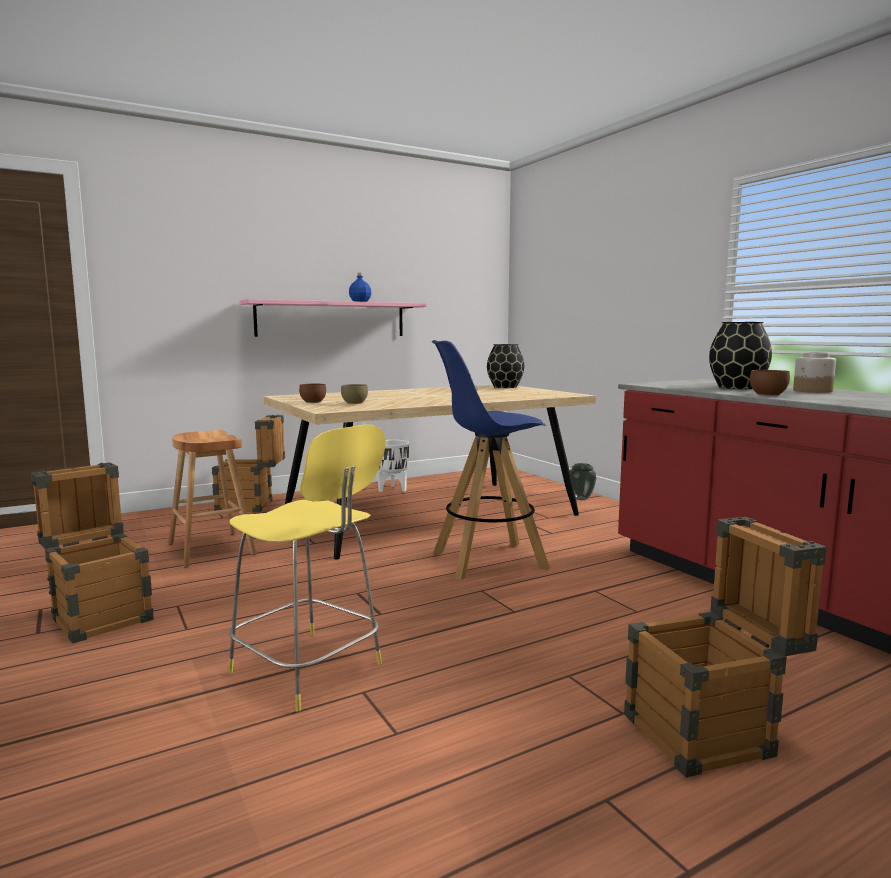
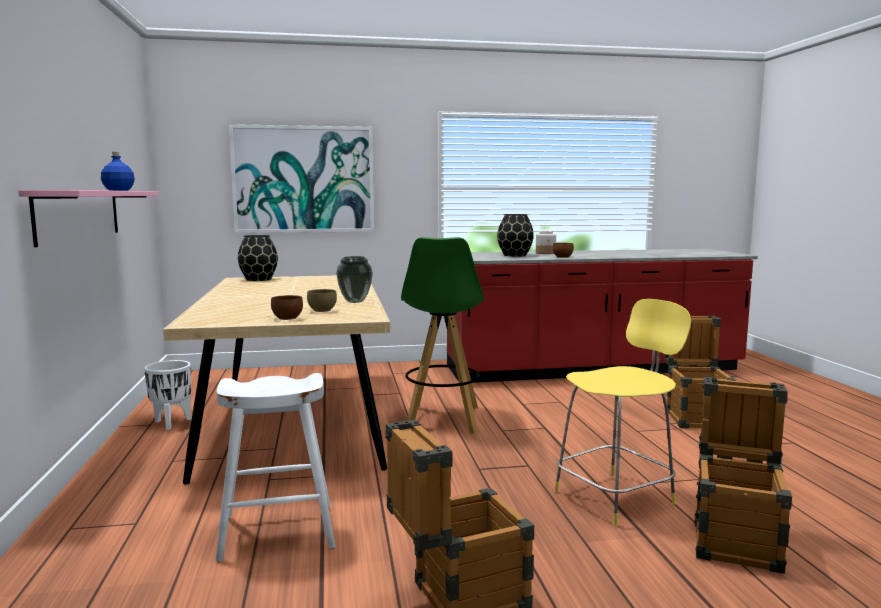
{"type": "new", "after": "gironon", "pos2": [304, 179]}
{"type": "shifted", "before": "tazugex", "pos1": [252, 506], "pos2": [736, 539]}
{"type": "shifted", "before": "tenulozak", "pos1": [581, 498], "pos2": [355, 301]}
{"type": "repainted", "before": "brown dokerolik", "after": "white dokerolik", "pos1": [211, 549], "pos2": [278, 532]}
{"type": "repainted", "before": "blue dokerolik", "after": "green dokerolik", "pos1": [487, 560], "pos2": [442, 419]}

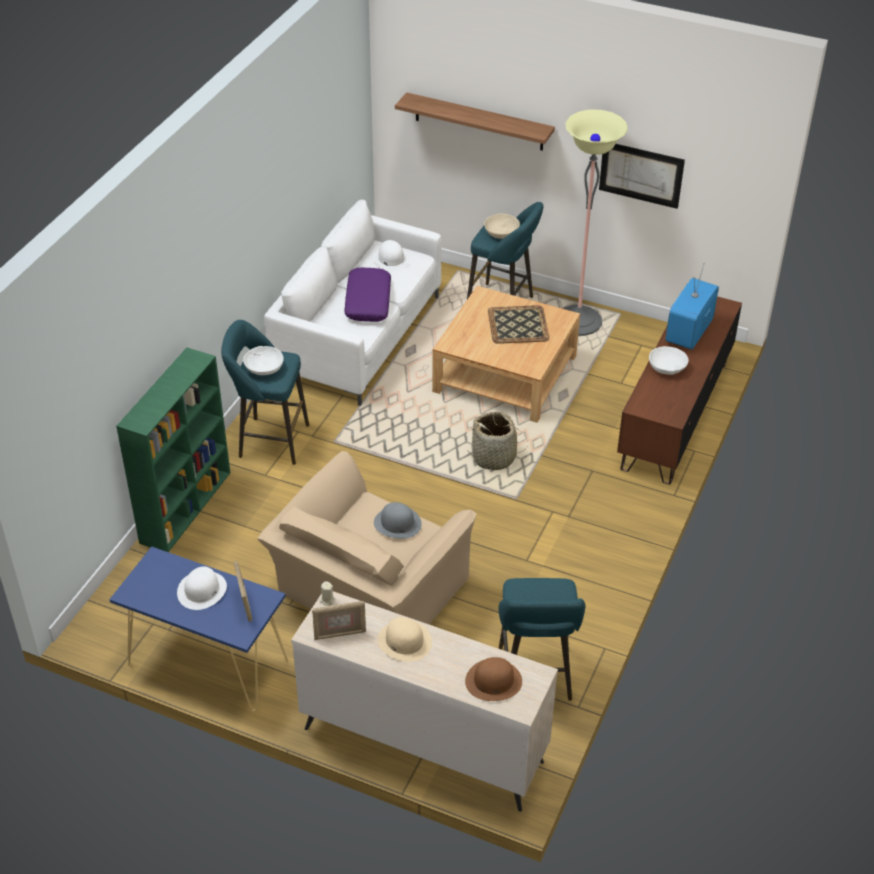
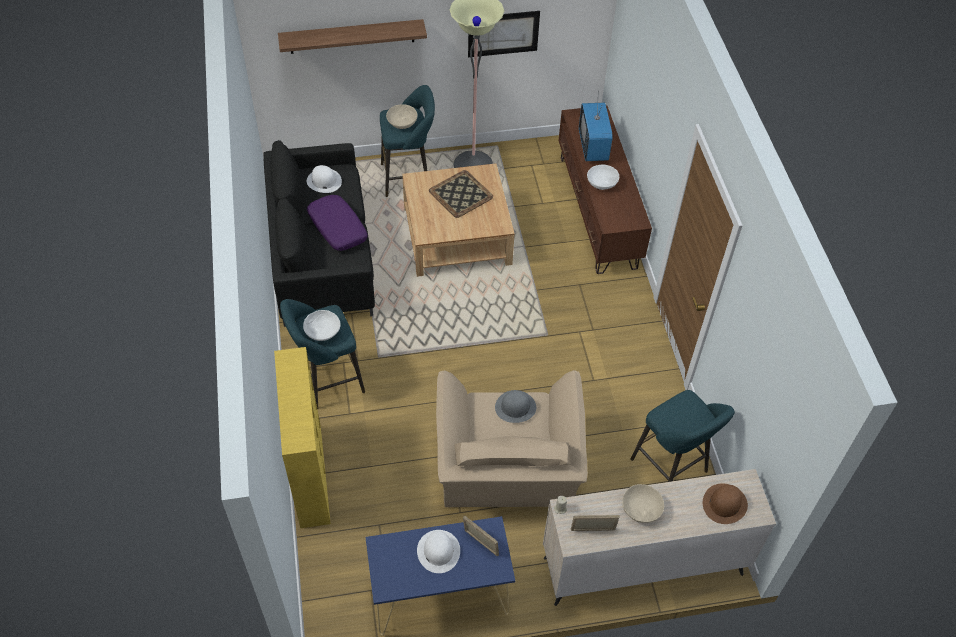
{"type": "gone", "before": "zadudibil", "pos1": [494, 457]}
{"type": "swapped", "before": "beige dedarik", "after": "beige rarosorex", "pos1": [405, 641], "pos2": [641, 509]}
{"type": "repainted", "before": "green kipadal", "after": "yellow kipadal", "pos1": [186, 506], "pos2": [310, 474]}
{"type": "repainted", "before": "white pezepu", "after": "black pezepu", "pos1": [358, 338], "pos2": [322, 257]}
{"type": "rotated", "before": "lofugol", "pos1": [339, 634], "pos2": [593, 531], "turn": -135}

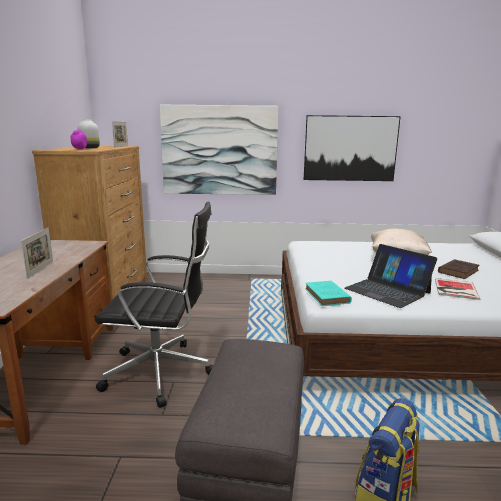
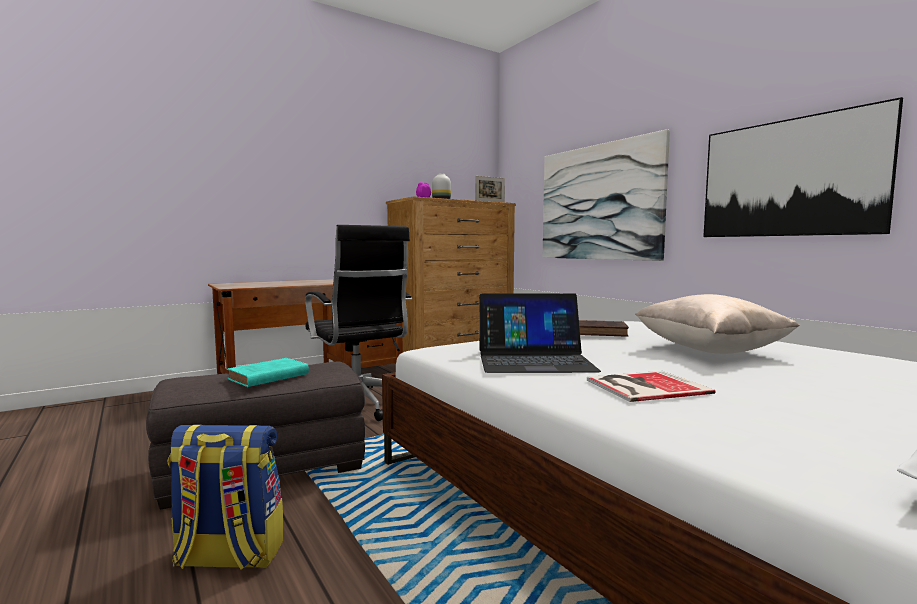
{"type": "gone", "before": "lofugol", "pos1": [40, 269]}
{"type": "shifted", "before": "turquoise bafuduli", "pos1": [327, 296], "pos2": [266, 377]}
{"type": "shifted", "before": "brown bafuduli", "pos1": [458, 271], "pos2": [599, 332]}
{"type": "rotated", "before": "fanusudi", "pos1": [387, 290], "pos2": [534, 360], "turn": -105}

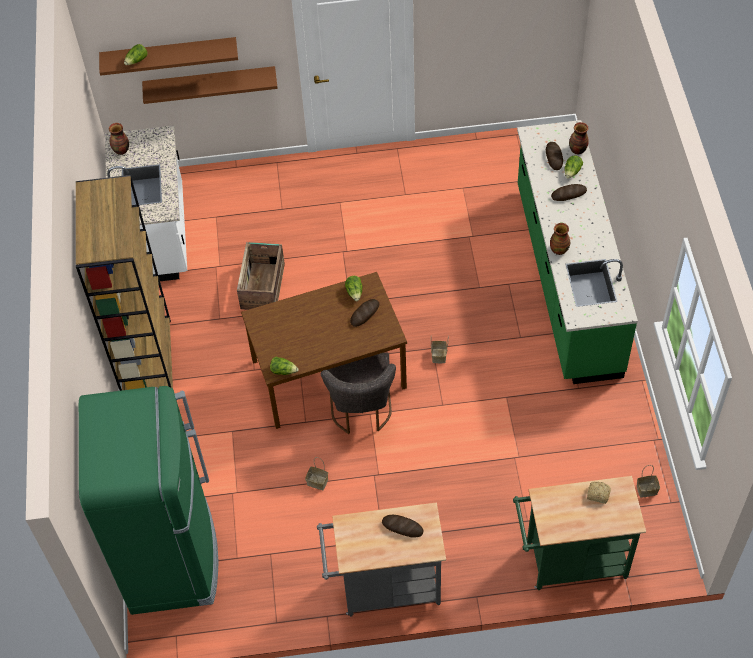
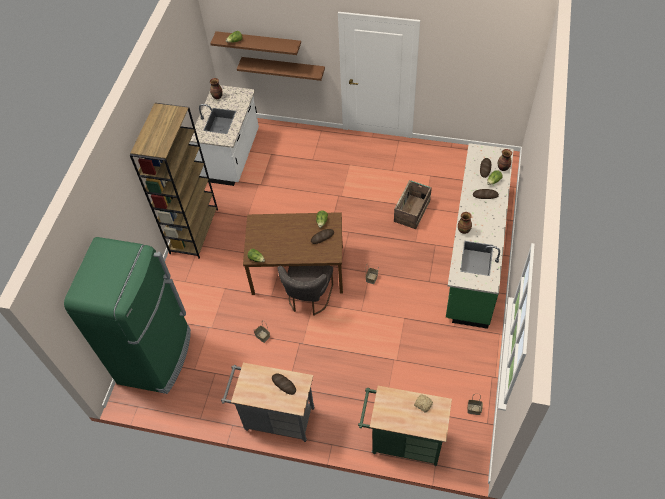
{"type": "shifted", "before": "tazugex", "pos1": [263, 285], "pos2": [412, 210]}

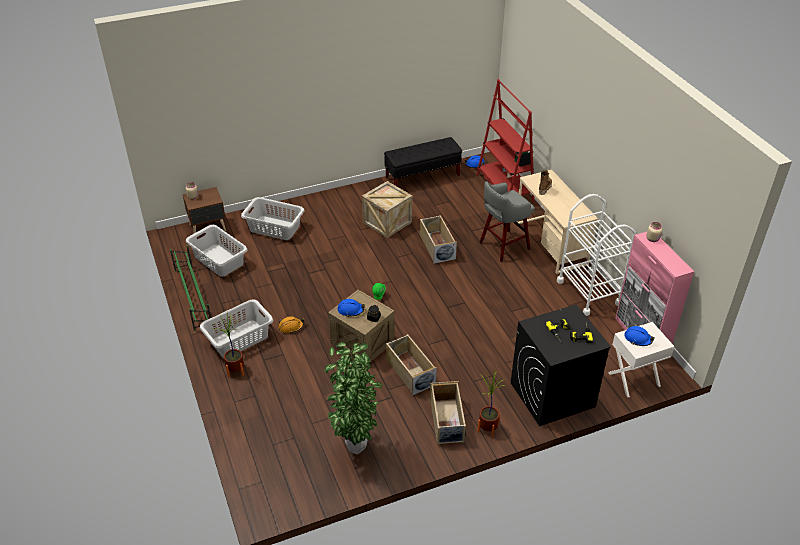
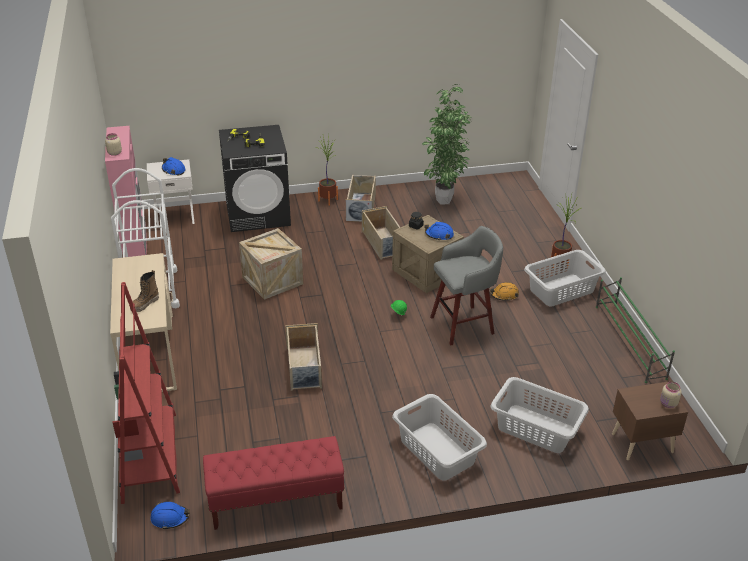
{"type": "shifted", "before": "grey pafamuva", "pos1": [219, 260], "pos2": [437, 452]}
{"type": "shifted", "before": "tazugex", "pos1": [387, 222], "pos2": [272, 280]}
{"type": "shifted", "before": "grey dokerolik", "pos1": [503, 246], "pos2": [464, 325]}
{"type": "repainted", "before": "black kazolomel", "after": "red kazolomel", "pos1": [422, 177], "pos2": [276, 501]}

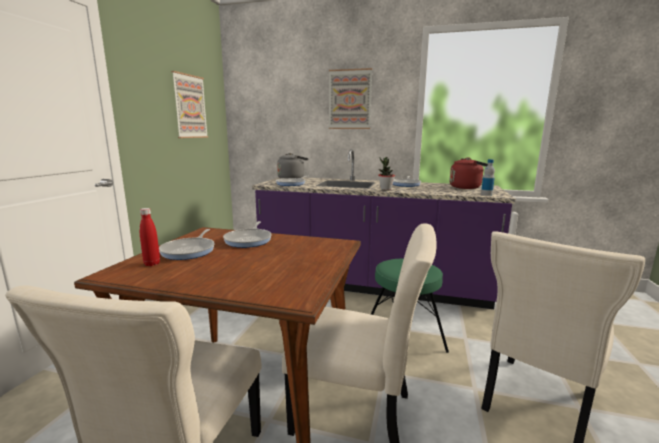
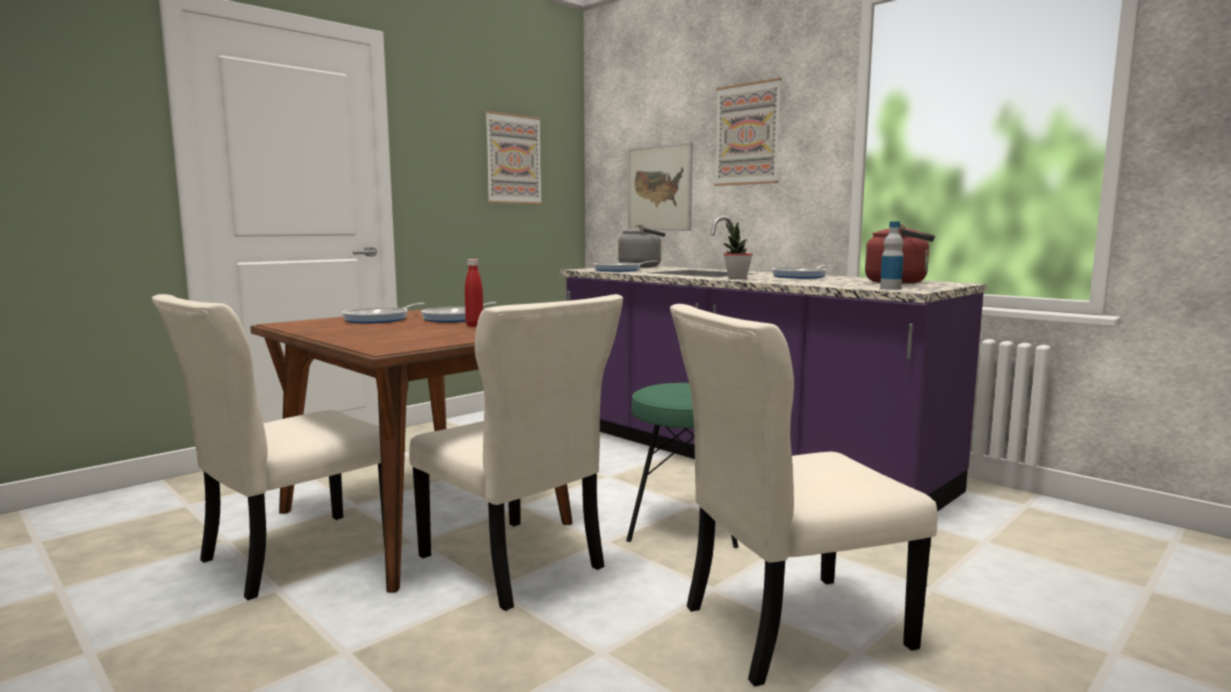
{"type": "new", "after": "gironon", "pos2": [659, 188]}
{"type": "shifted", "before": "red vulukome", "pos1": [152, 264], "pos2": [474, 326]}

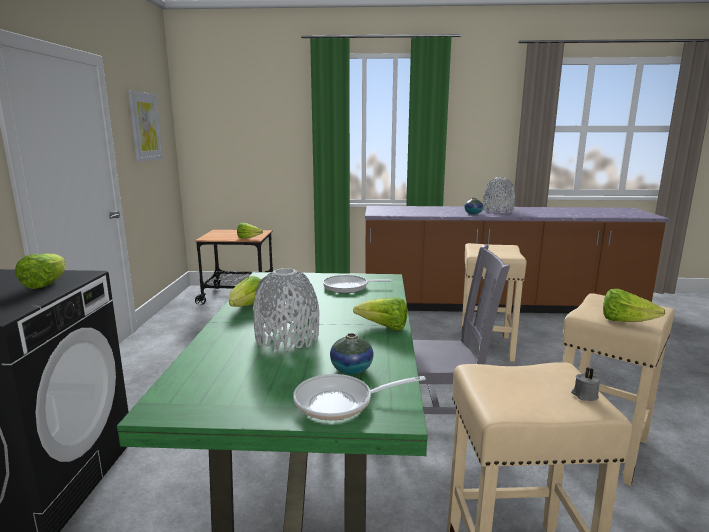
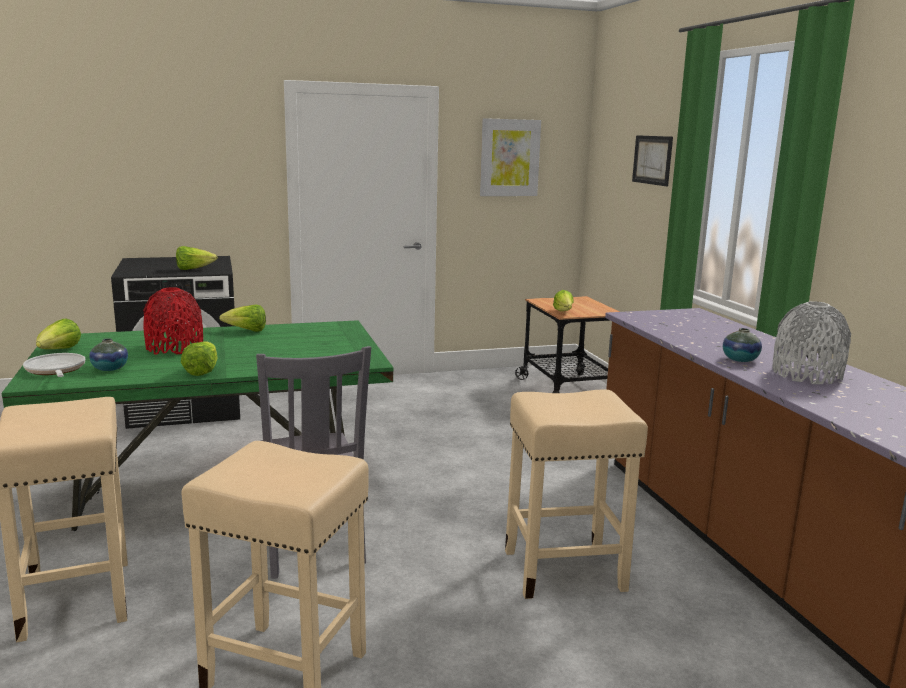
{"type": "gone", "before": "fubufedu", "pos1": [348, 287]}
{"type": "gone", "before": "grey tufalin", "pos1": [584, 395]}
{"type": "new", "after": "gironon", "pos2": [652, 160]}
{"type": "shifted", "before": "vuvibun", "pos1": [625, 321], "pos2": [59, 351]}
{"type": "repainted", "before": "grey tenulozak", "after": "red tenulozak", "pos1": [287, 338], "pos2": [175, 348]}

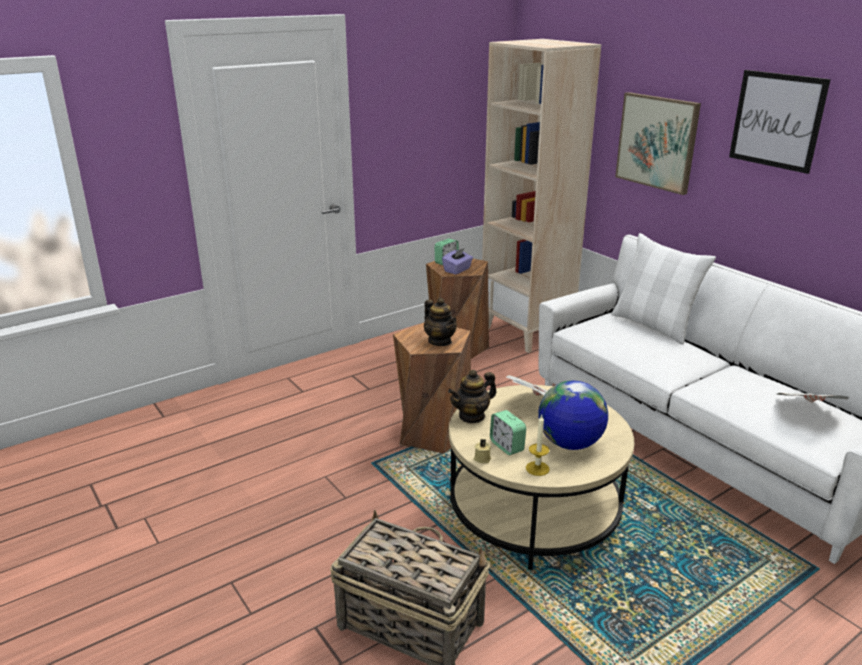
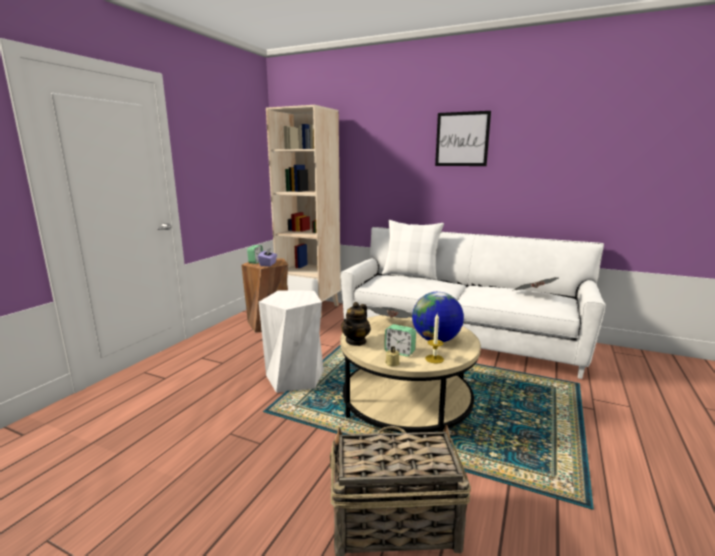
{"type": "gone", "before": "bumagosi", "pos1": [440, 341]}
{"type": "gone", "before": "gironon", "pos1": [657, 142]}
{"type": "repainted", "before": "brown dokerolik", "after": "white dokerolik", "pos1": [432, 433], "pos2": [295, 378]}

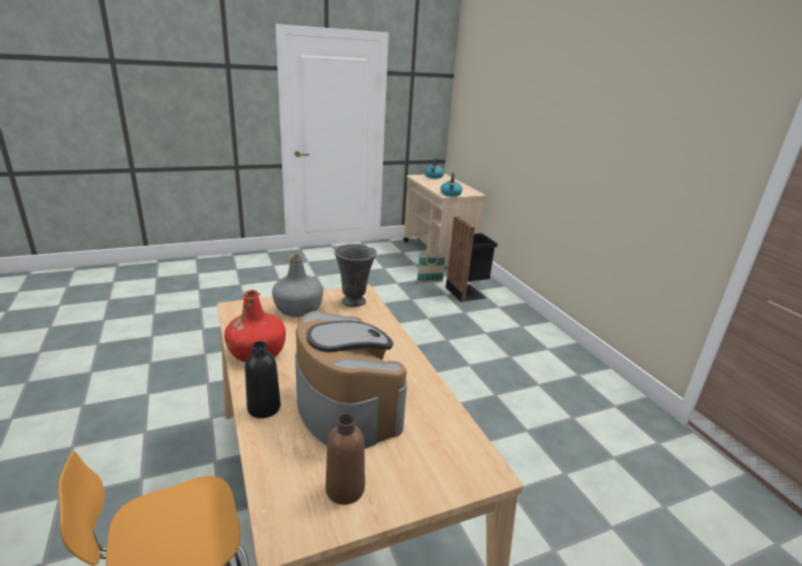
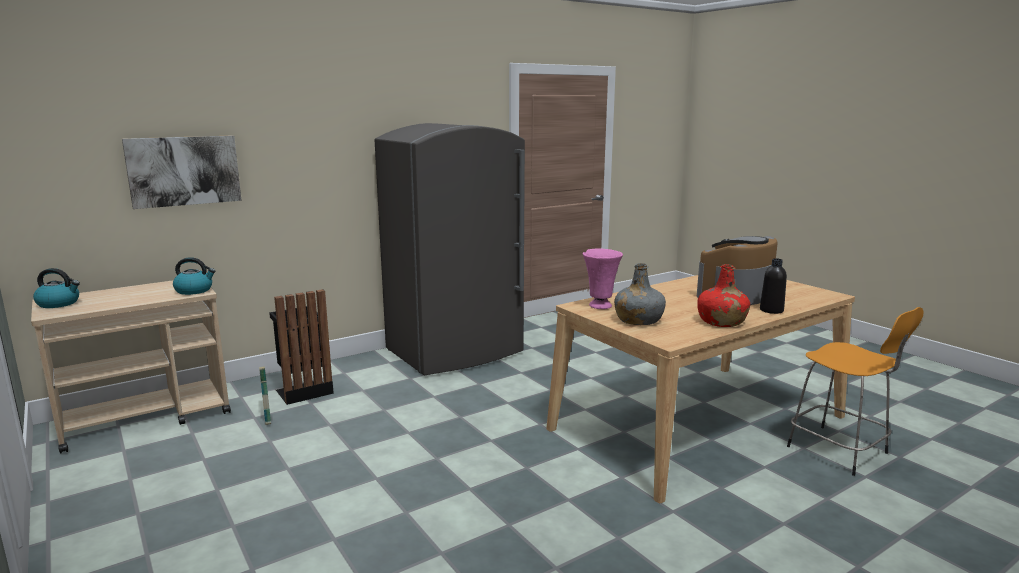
{"type": "gone", "before": "brown vulukome", "pos1": [345, 489]}
{"type": "new", "after": "gironon", "pos2": [184, 170]}
{"type": "new", "after": "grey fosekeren", "pos2": [455, 352]}
{"type": "repainted", "before": "grey tenulozak", "after": "pink tenulozak", "pos1": [354, 302], "pos2": [600, 305]}

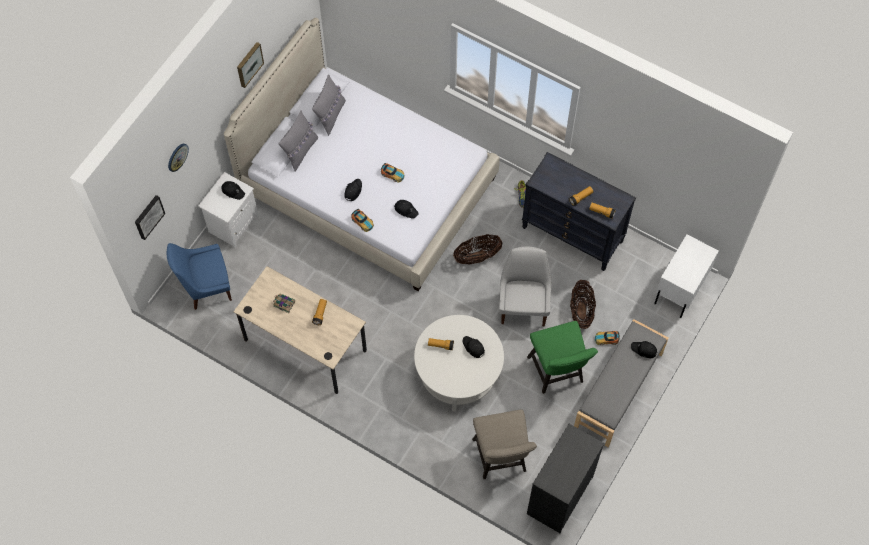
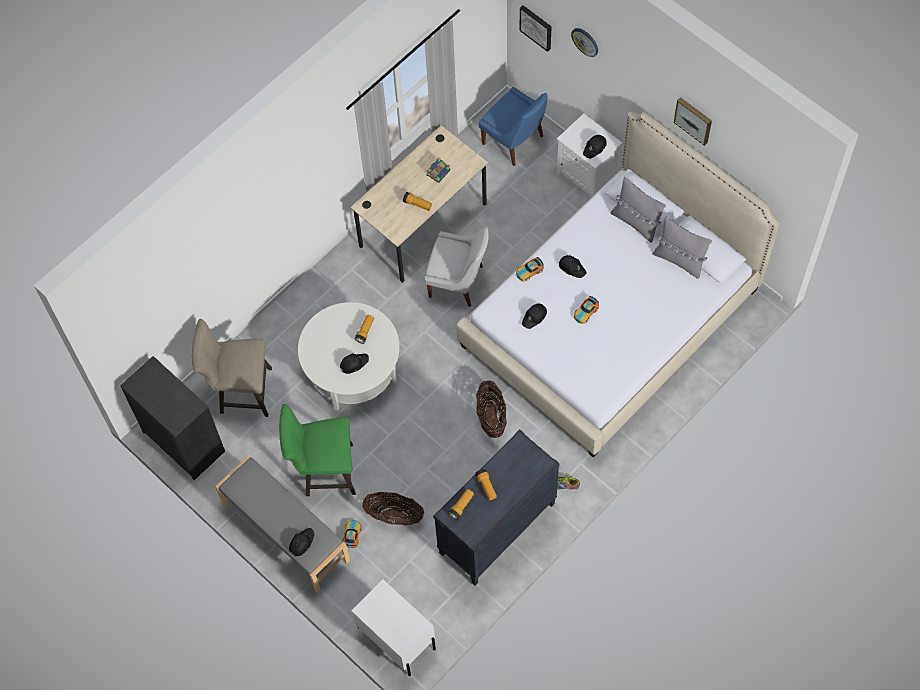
{"type": "shifted", "before": "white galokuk", "pos1": [523, 305], "pos2": [458, 282]}
{"type": "rotated", "before": "blue galokuk", "pos1": [206, 287], "pos2": [514, 141], "turn": 135}

